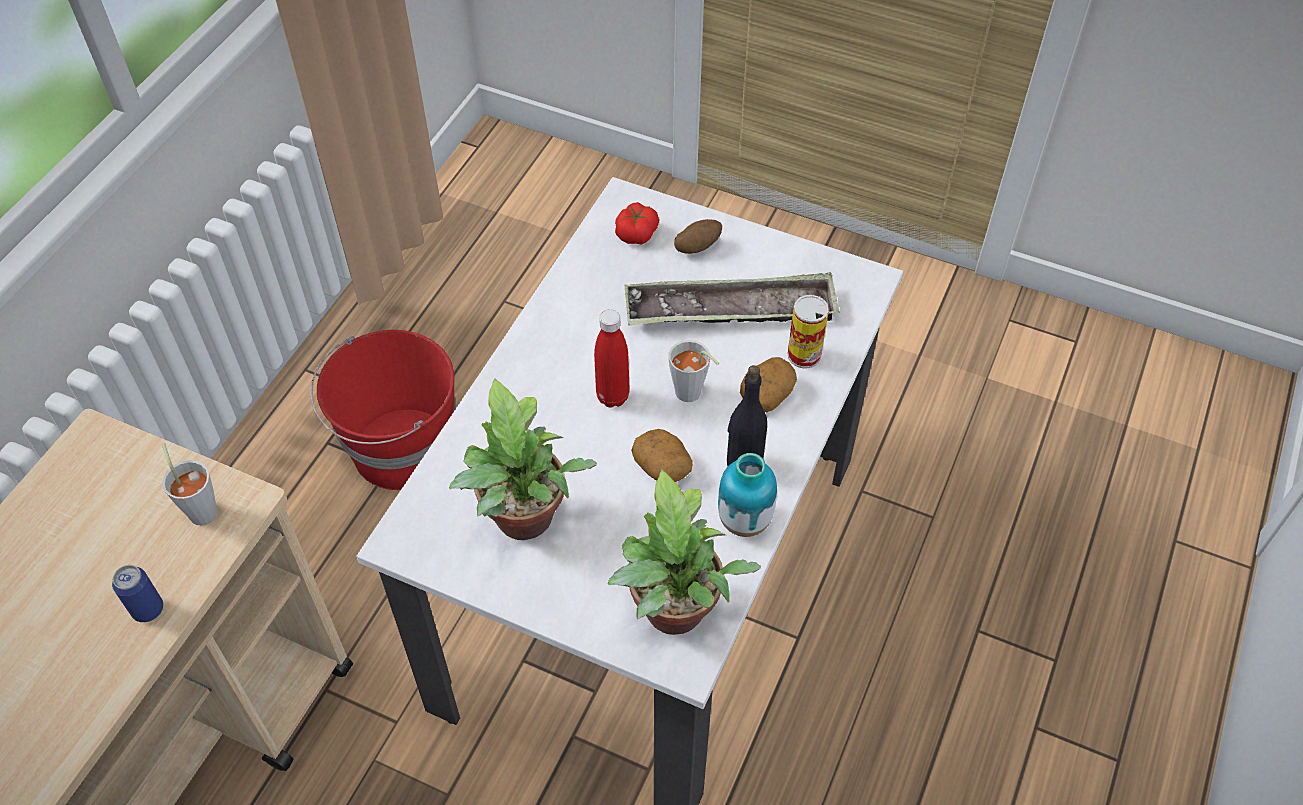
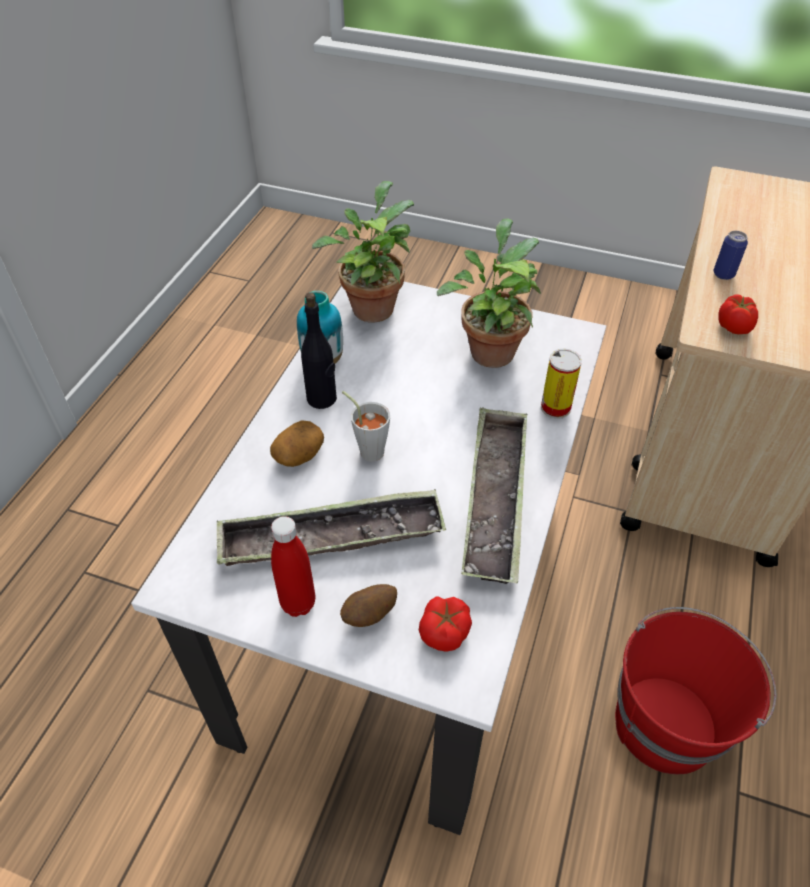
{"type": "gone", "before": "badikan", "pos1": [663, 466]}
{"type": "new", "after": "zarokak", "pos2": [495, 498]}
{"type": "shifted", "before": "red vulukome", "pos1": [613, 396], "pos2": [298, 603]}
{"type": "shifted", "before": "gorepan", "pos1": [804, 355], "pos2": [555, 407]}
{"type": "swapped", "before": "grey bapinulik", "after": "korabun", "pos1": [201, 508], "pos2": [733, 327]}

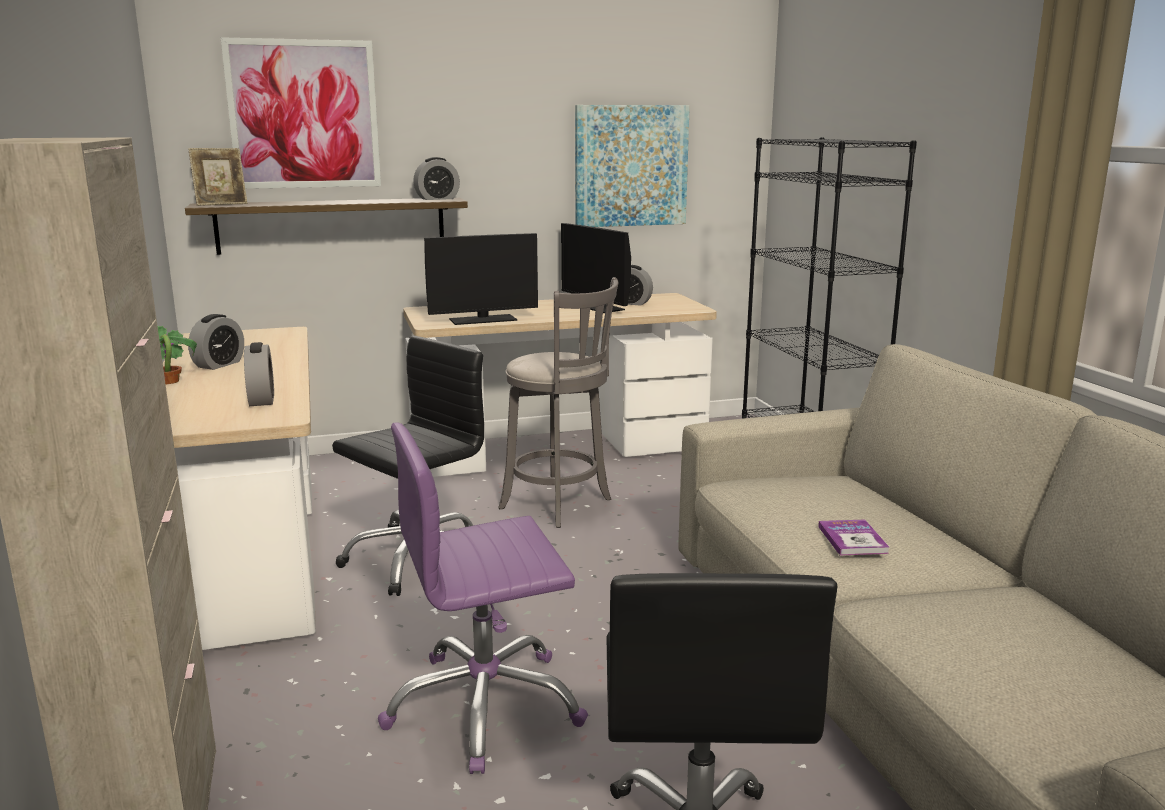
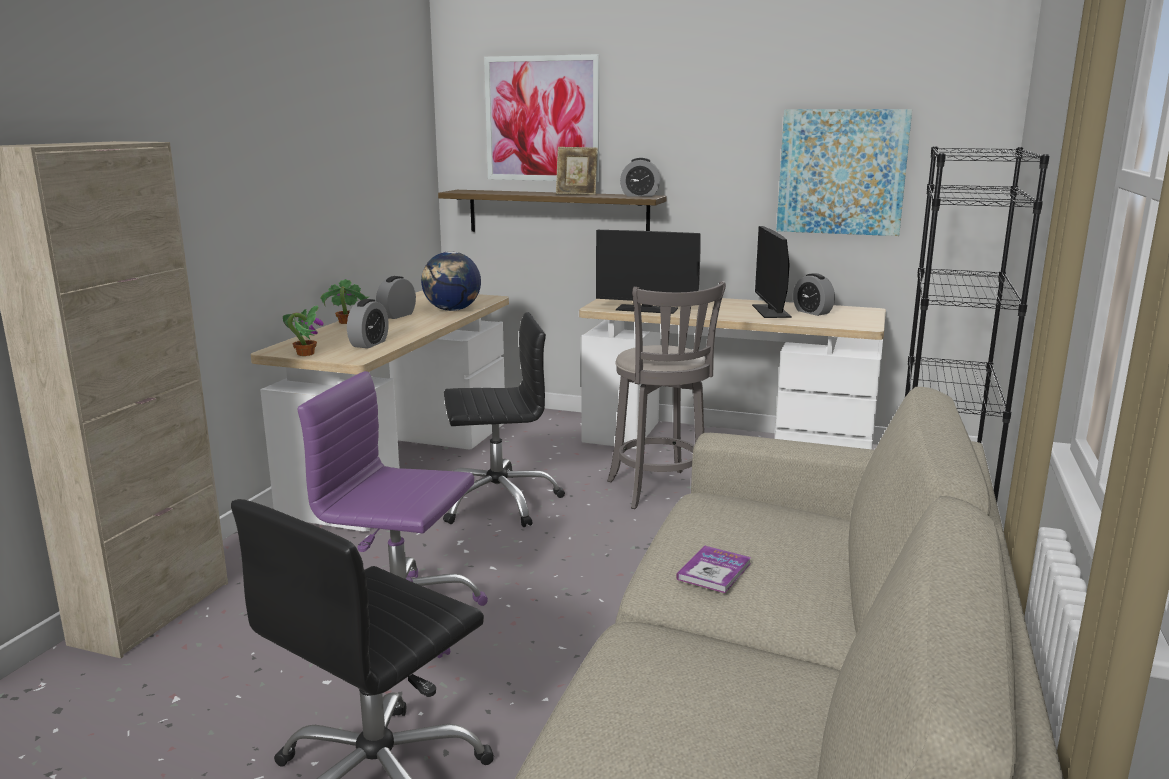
{"type": "new", "after": "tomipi", "pos2": [305, 354]}
{"type": "new", "after": "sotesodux", "pos2": [452, 310]}
{"type": "shifted", "before": "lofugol", "pos1": [221, 204], "pos2": [576, 194]}
{"type": "rotated", "before": "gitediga", "pos1": [219, 364], "pos2": [397, 315], "turn": 150}

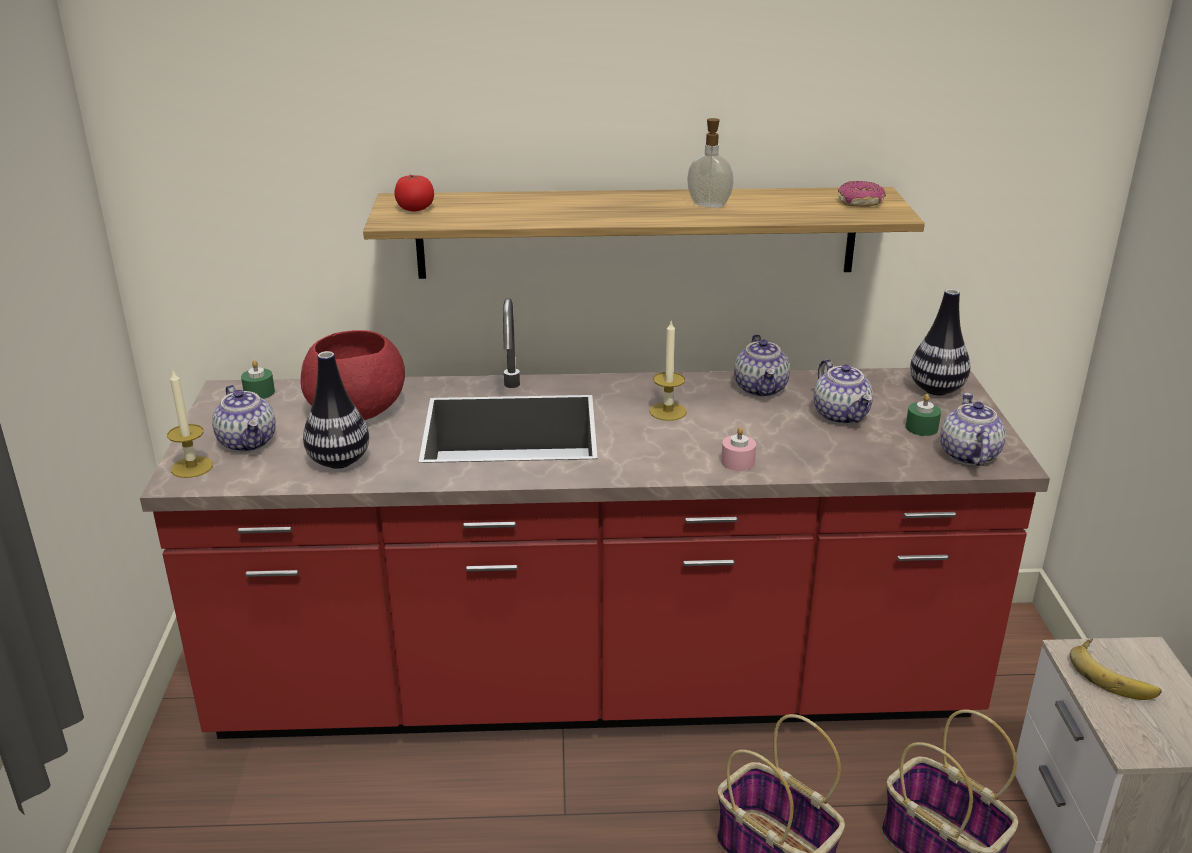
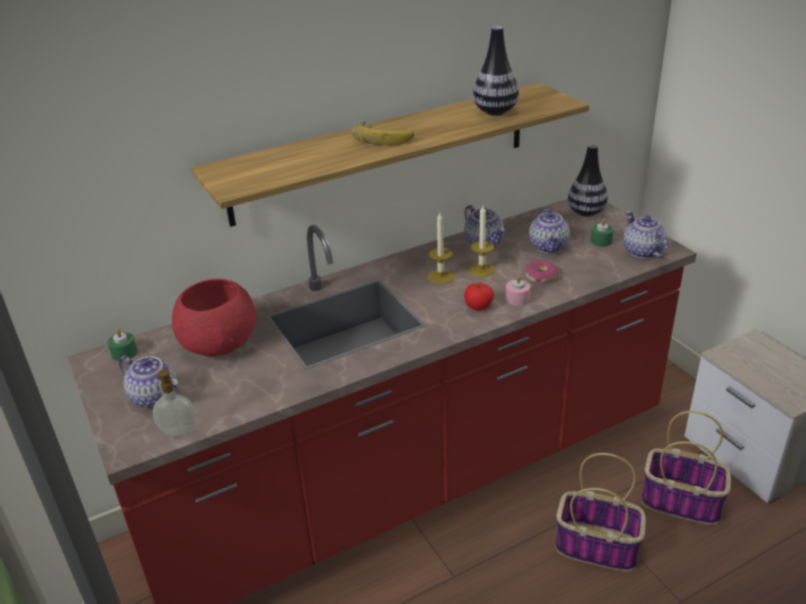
{"type": "shifted", "before": "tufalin", "pos1": [192, 467], "pos2": [481, 269]}
{"type": "shifted", "before": "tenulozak", "pos1": [339, 461], "pos2": [495, 112]}
{"type": "shifted", "before": "korabun", "pos1": [415, 209], "pos2": [478, 306]}
{"type": "shifted", "before": "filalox", "pos1": [709, 204], "pos2": [179, 431]}
{"type": "shifted", "before": "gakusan", "pos1": [860, 202], "pos2": [541, 276]}
{"type": "shifted", "before": "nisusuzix", "pos1": [1114, 675], "pos2": [383, 136]}
{"type": "rotated", "before": "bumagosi", "pos1": [842, 415], "pos2": [549, 246], "turn": 45}

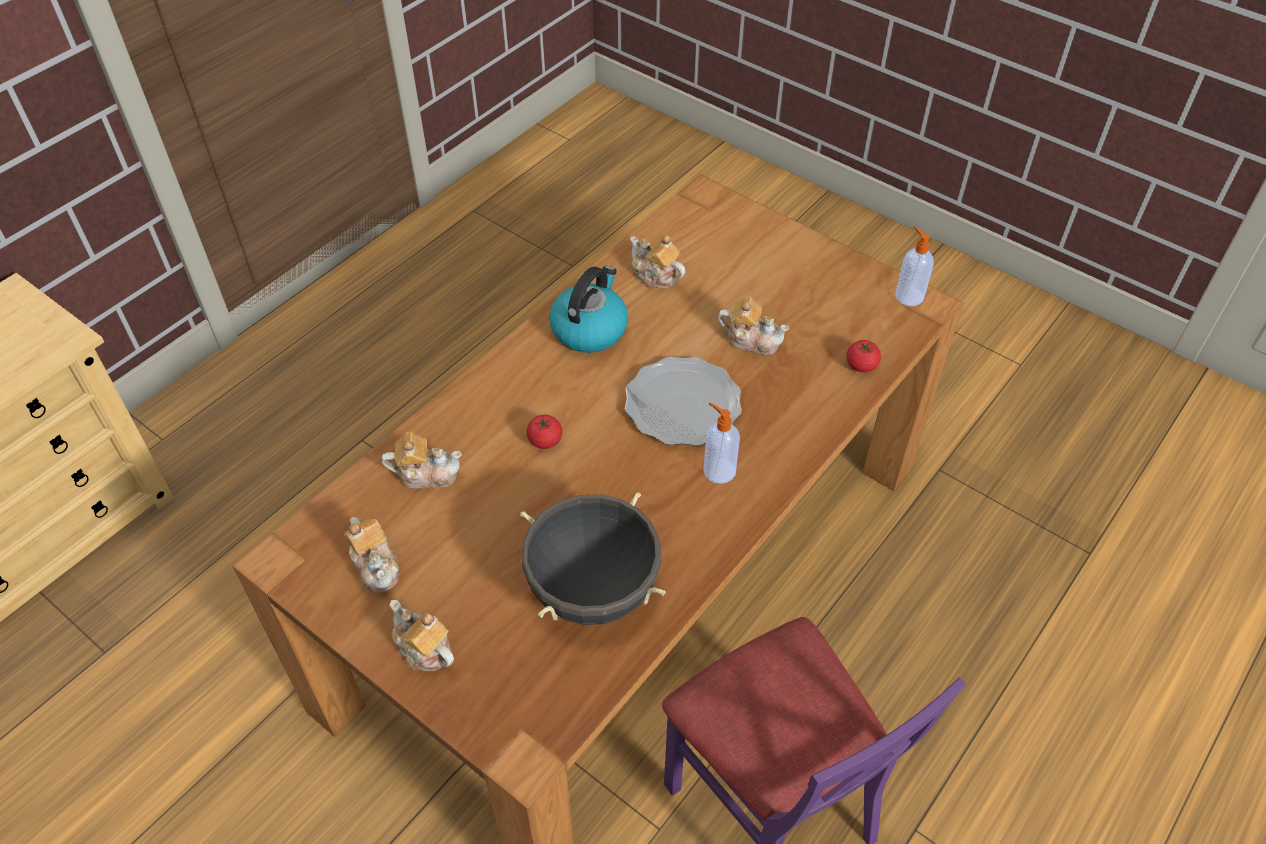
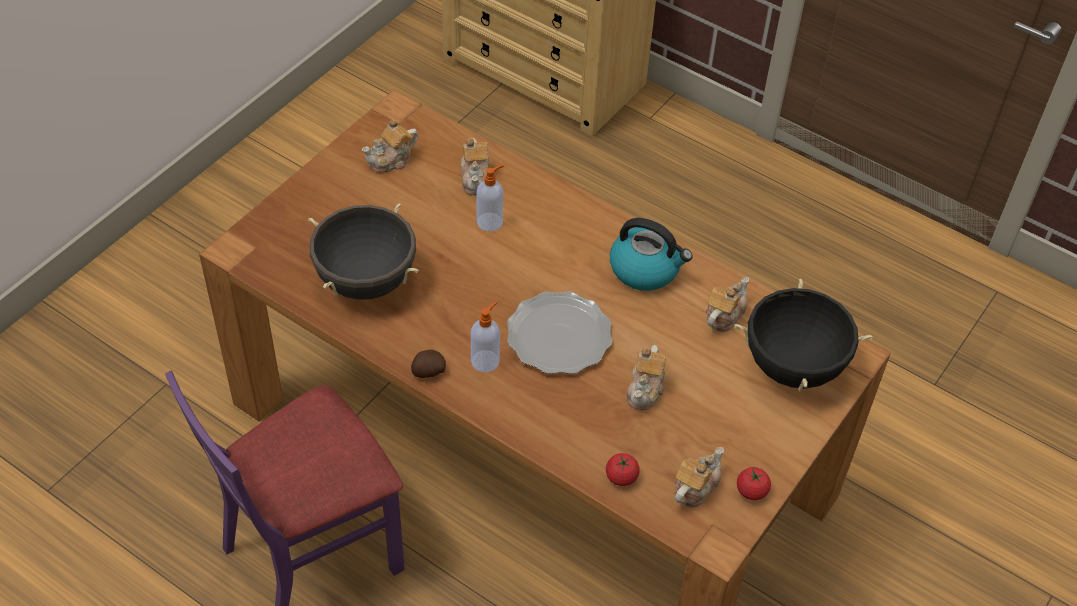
{"type": "new", "after": "badikan", "pos2": [428, 372]}
{"type": "new", "after": "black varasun", "pos2": [792, 366]}
{"type": "shifted", "before": "bumagosi", "pos1": [423, 649], "pos2": [695, 487]}
{"type": "shifted", "before": "korabun", "pos1": [545, 441], "pos2": [751, 491]}
{"type": "shifted", "before": "filalox", "pos1": [908, 295], "pos2": [490, 221]}

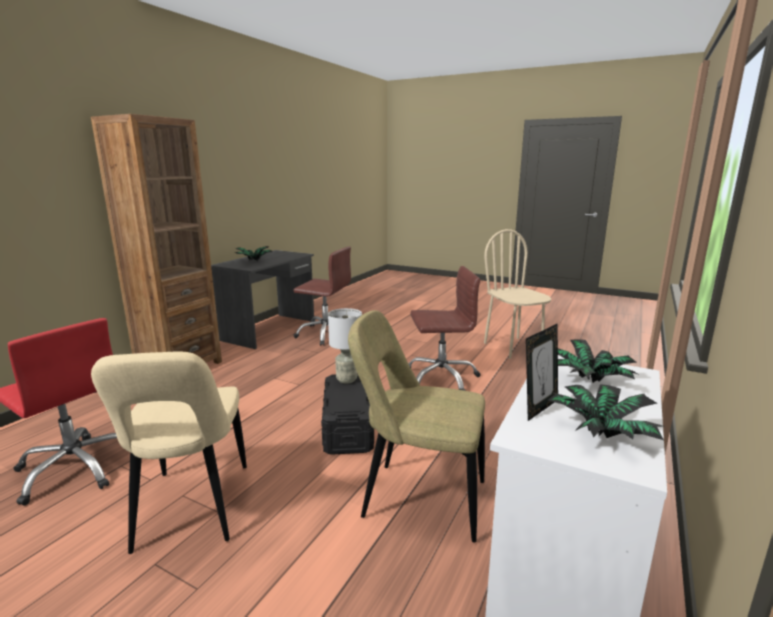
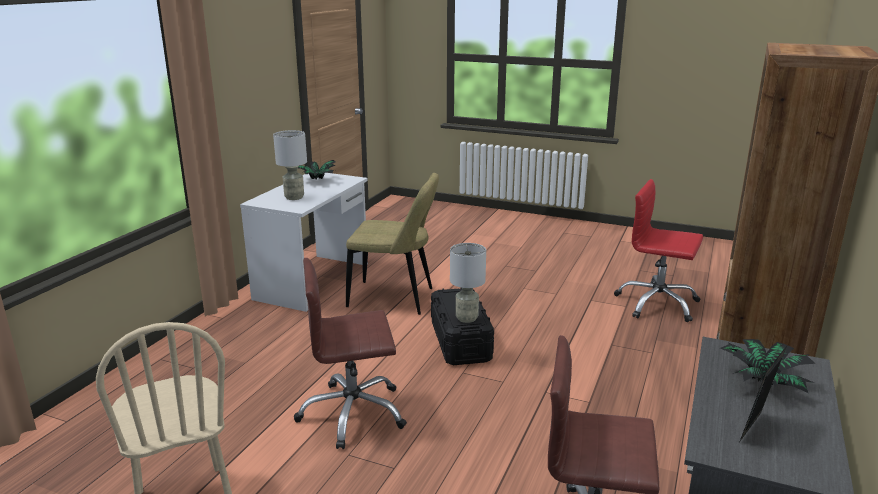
{"type": "gone", "before": "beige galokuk", "pos1": [192, 510]}
{"type": "shifted", "before": "lofugol", "pos1": [538, 408], "pos2": [755, 429]}
{"type": "swapped", "before": "tomipi", "after": "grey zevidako", "pos1": [588, 381], "pos2": [294, 197]}

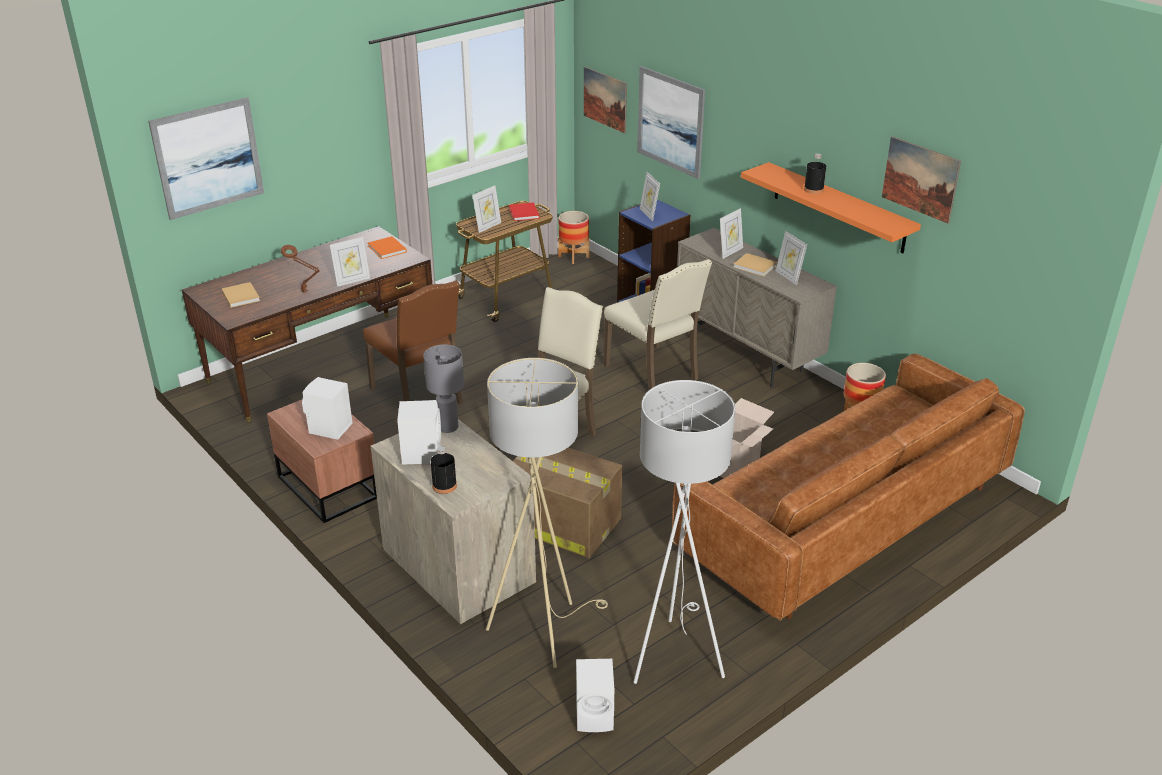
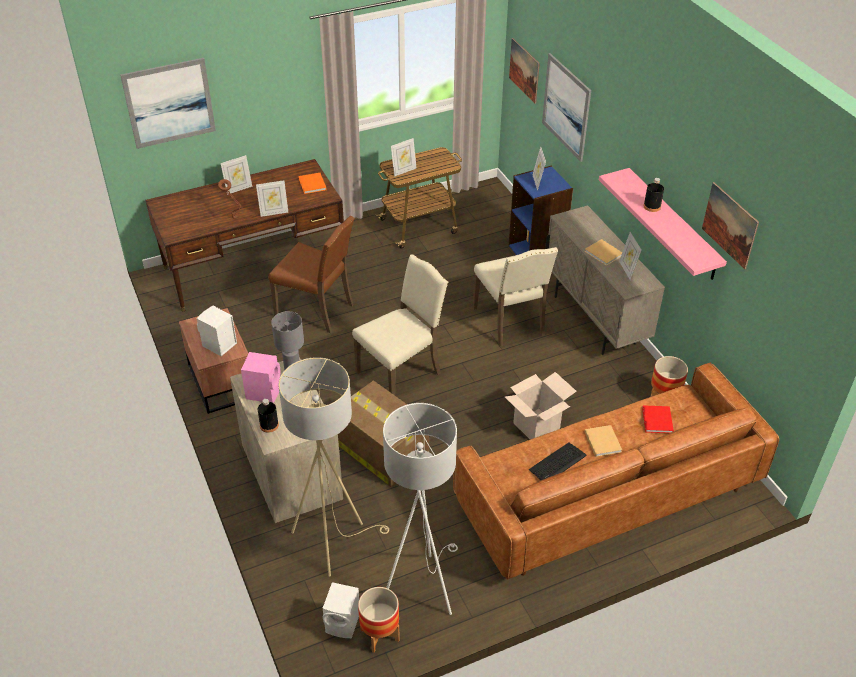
{"type": "new", "after": "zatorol", "pos2": [557, 463]}
{"type": "shifted", "before": "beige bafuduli", "pos1": [240, 296], "pos2": [602, 441]}
{"type": "shifted", "before": "red bafuduli", "pos1": [524, 213], "pos2": [657, 421]}
{"type": "shifted", "before": "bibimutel", "pos1": [573, 256], "pos2": [379, 635]}
{"type": "shifted", "before": "lofugol", "pos1": [730, 252], "pos2": [238, 189]}
{"type": "repainted", "before": "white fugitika", "after": "pink fugitika", "pos1": [422, 453], "pos2": [264, 391]}
{"type": "repainted", "before": "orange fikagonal", "after": "pink fikagonal", "pos1": [838, 208], "pos2": [672, 224]}
{"type": "rotated", "before": "brown galokuk", "pos1": [419, 395], "pos2": [317, 310], "turn": -45}

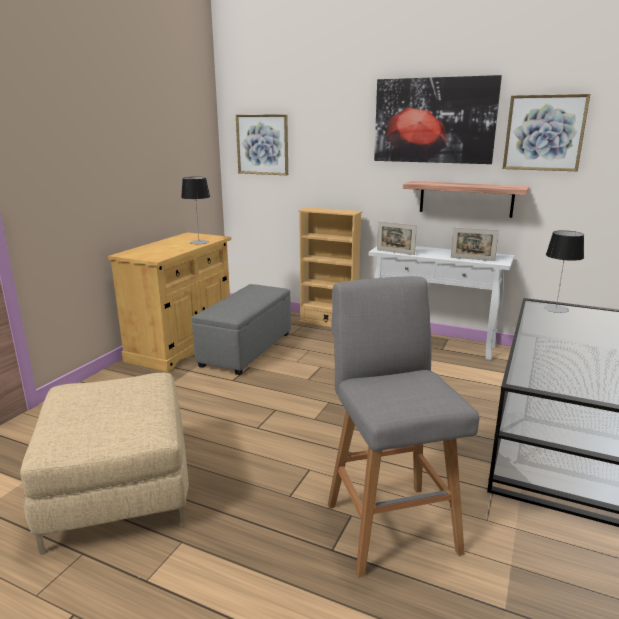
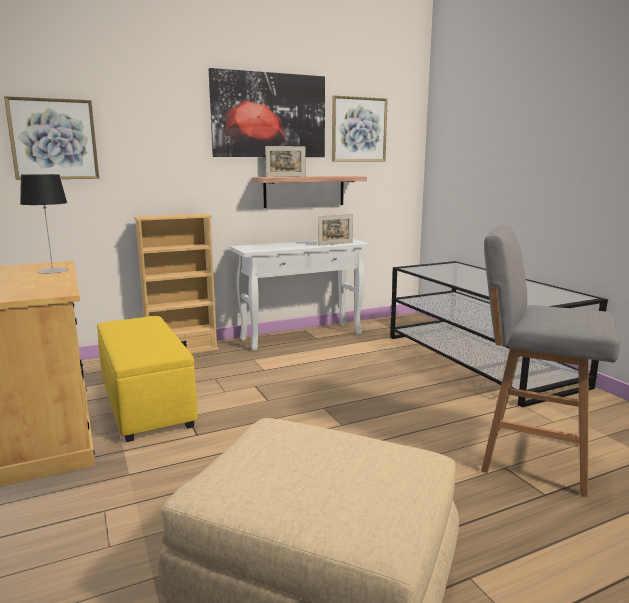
{"type": "gone", "before": "zevidako", "pos1": [555, 309]}
{"type": "shifted", "before": "lofugol", "pos1": [395, 252], "pos2": [285, 176]}
{"type": "repainted", "before": "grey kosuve", "after": "yellow kosuve", "pos1": [246, 350], "pos2": [146, 404]}

